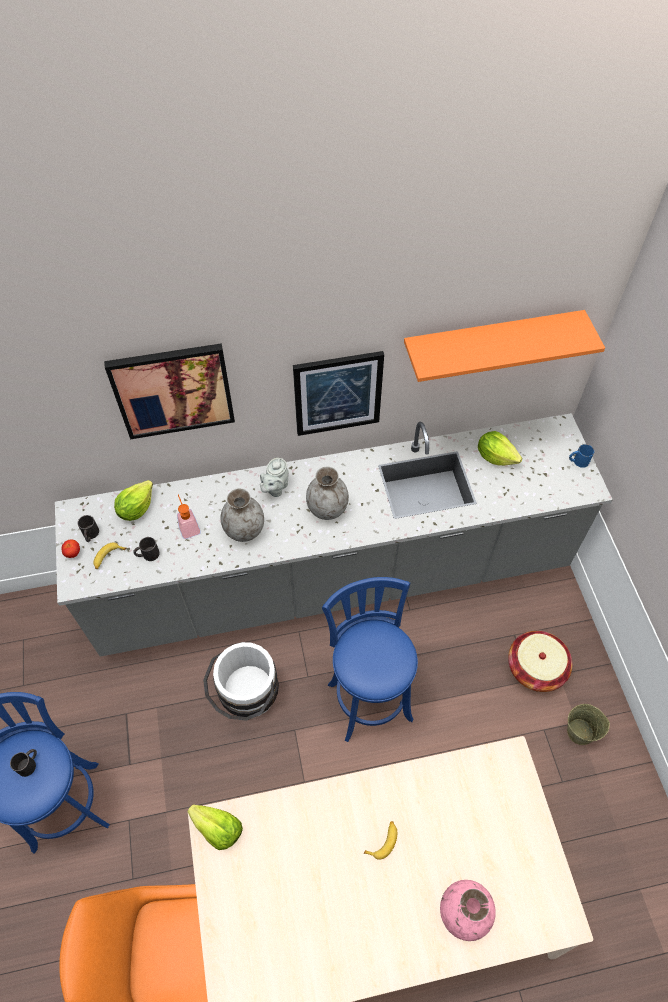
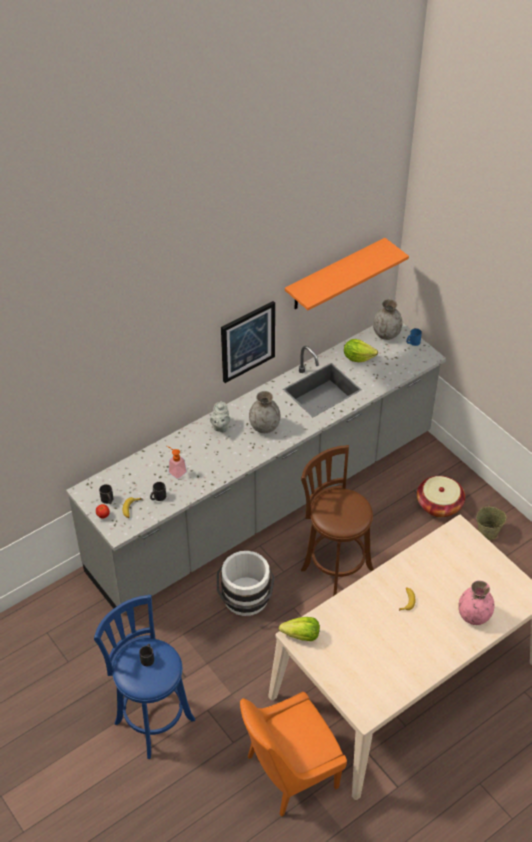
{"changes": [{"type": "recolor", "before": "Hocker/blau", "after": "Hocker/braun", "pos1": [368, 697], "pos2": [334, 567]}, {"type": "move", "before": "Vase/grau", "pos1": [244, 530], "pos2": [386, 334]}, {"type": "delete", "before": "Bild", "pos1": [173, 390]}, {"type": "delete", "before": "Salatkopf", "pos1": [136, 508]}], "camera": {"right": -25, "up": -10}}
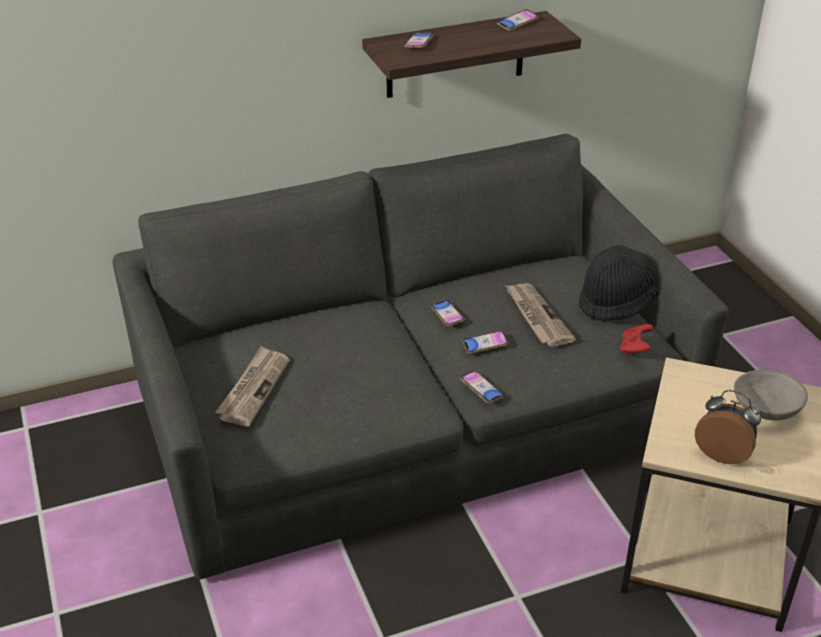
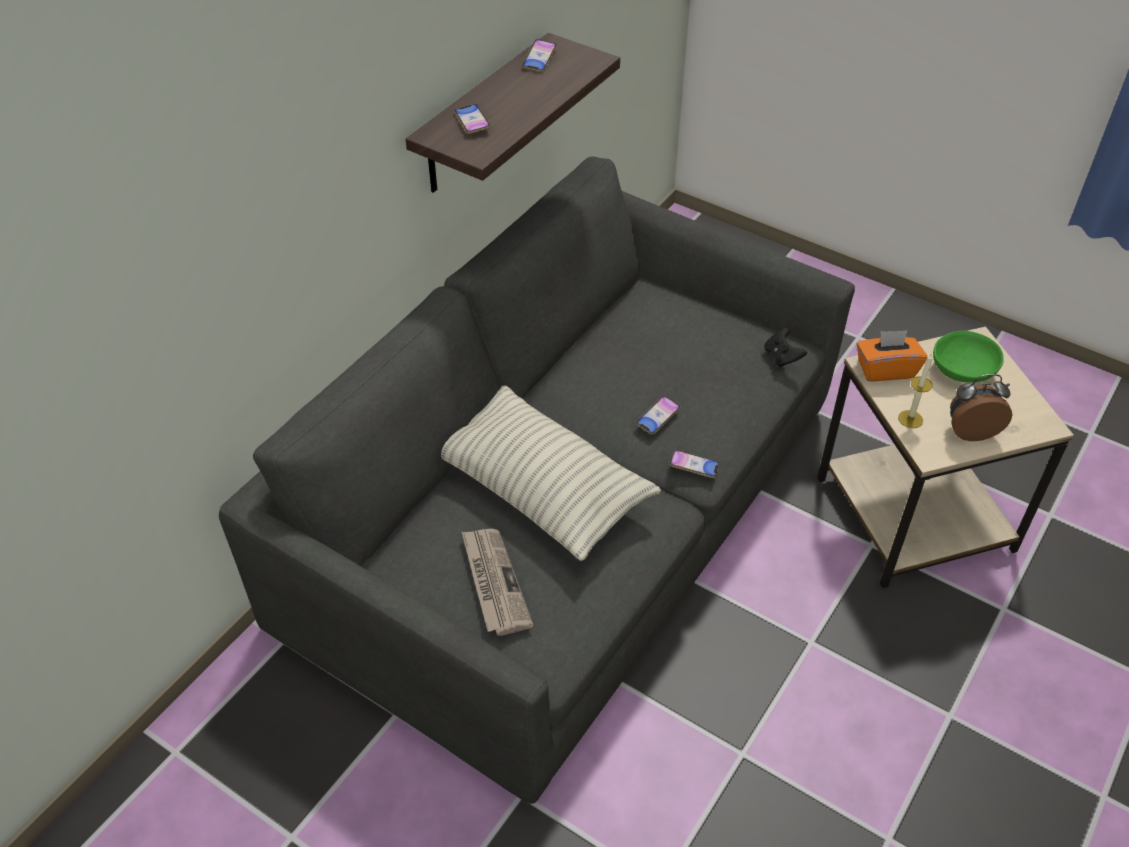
{"changes": [{"type": "insert", "after": "Kissen", "pos2": [541, 488]}, {"type": "recolor", "before": "Gamepad/rot", "after": "Gamepad/schwarz", "pos1": [634, 349], "pos2": [782, 357]}, {"type": "insert", "after": "Taschentuchbox/orange", "pos2": [885, 369]}, {"type": "insert", "after": "Kerze", "pos2": [910, 419]}, {"type": "recolor", "before": "Schüssel/grau", "after": "Schüssel/grün", "pos1": [766, 410], "pos2": [963, 371]}, {"type": "delete", "before": "Handy", "pos1": [447, 315]}, {"type": "delete", "before": "Zeitung", "pos1": [536, 316]}, {"type": "delete", "before": "Hut/schwarz", "pos1": [618, 302]}], "camera": {"right": -35, "up": 10}}
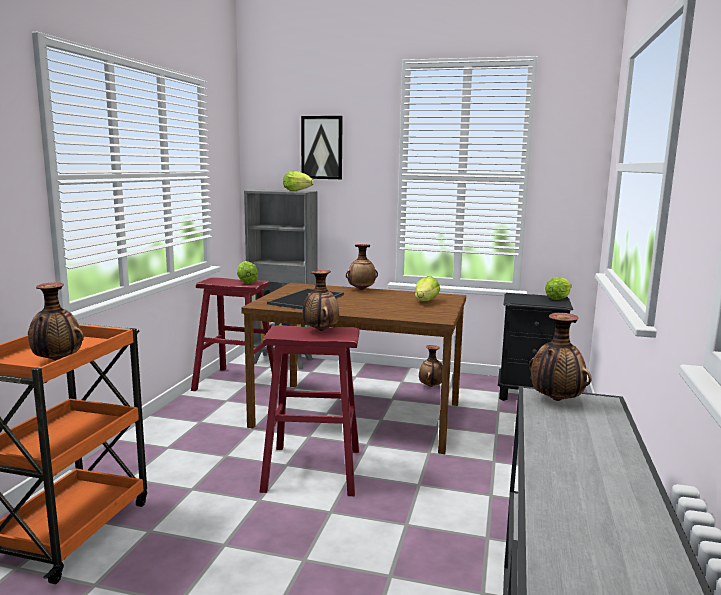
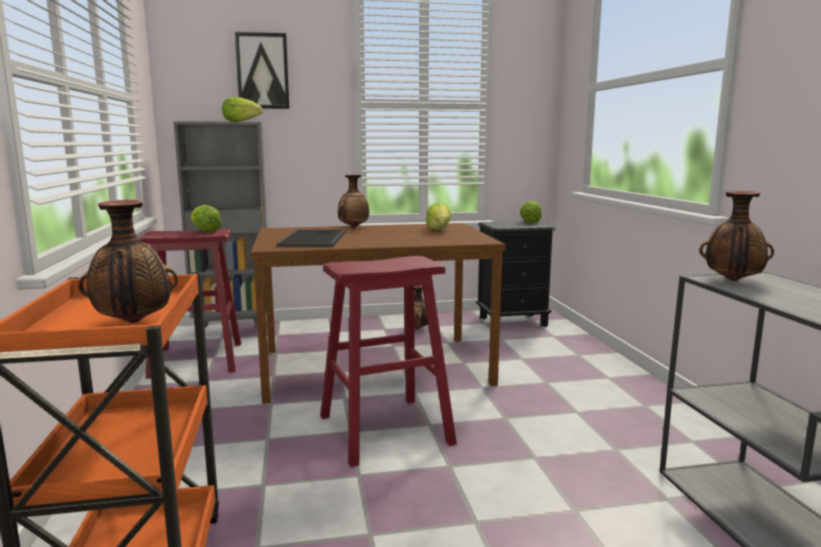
{"changes": [{"type": "delete", "before": "Vase", "pos1": [320, 330]}], "camera": {"right": -25, "up": 0}}
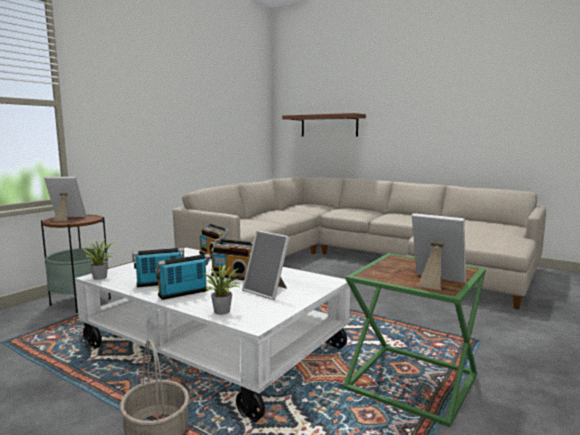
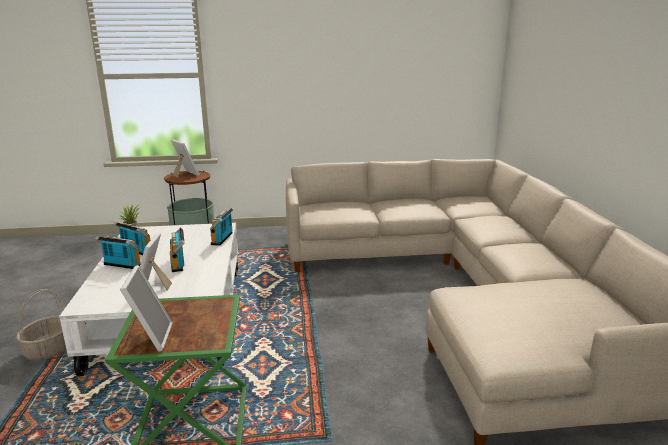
{"changes": [{"type": "delete", "before": "Topfpflanze", "pos1": [223, 312]}, {"type": "delete", "before": "Wandregal/braun", "pos1": [329, 126]}], "camera": {"right": 50, "up": 10}}
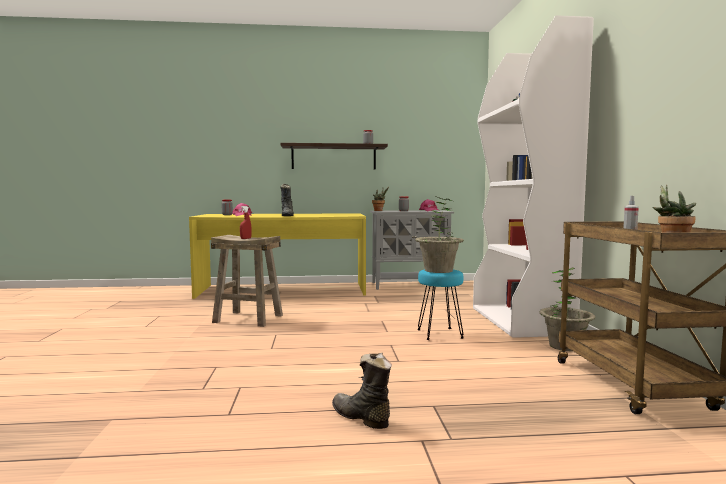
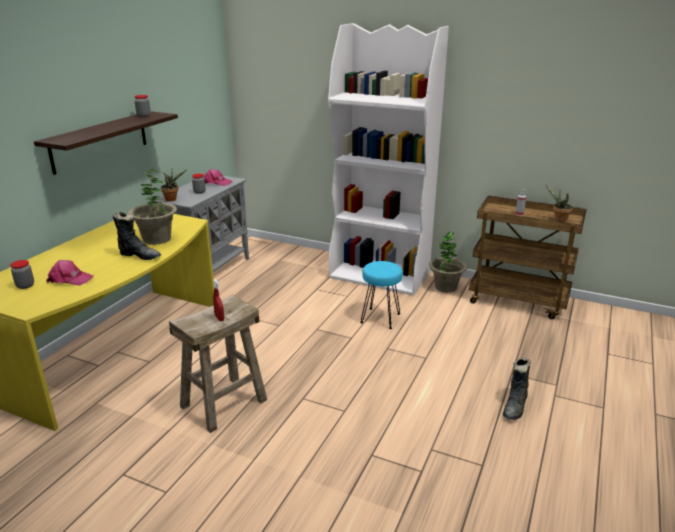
{"changes": [{"type": "move", "before": "Topfpflanze", "pos1": [438, 270], "pos2": [157, 239]}, {"type": "rotate", "before": "Stiefel/schwarz", "pos1": [360, 417], "pos2": [515, 407], "turn": -45}], "camera": {"right": -60, "up": 20}}
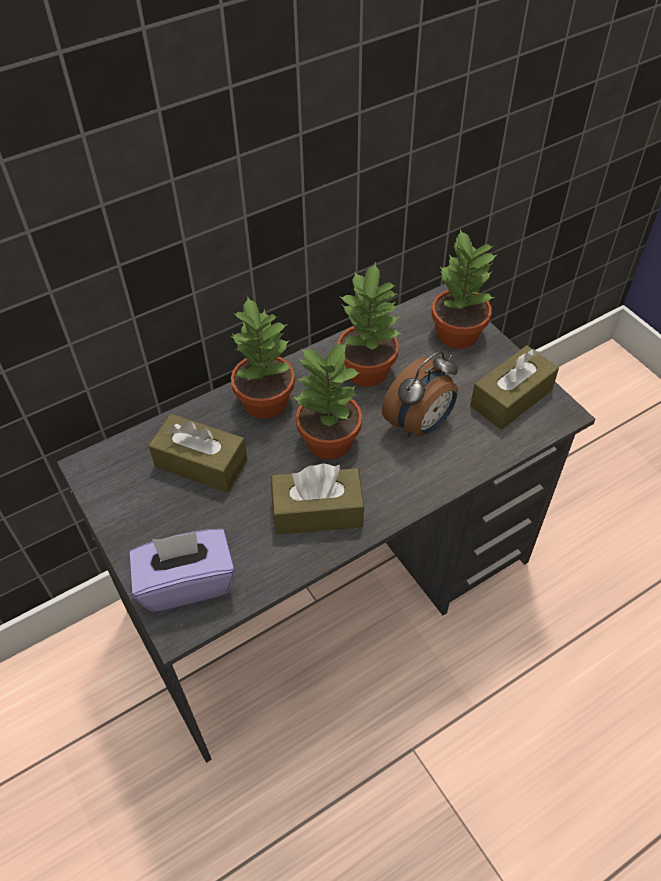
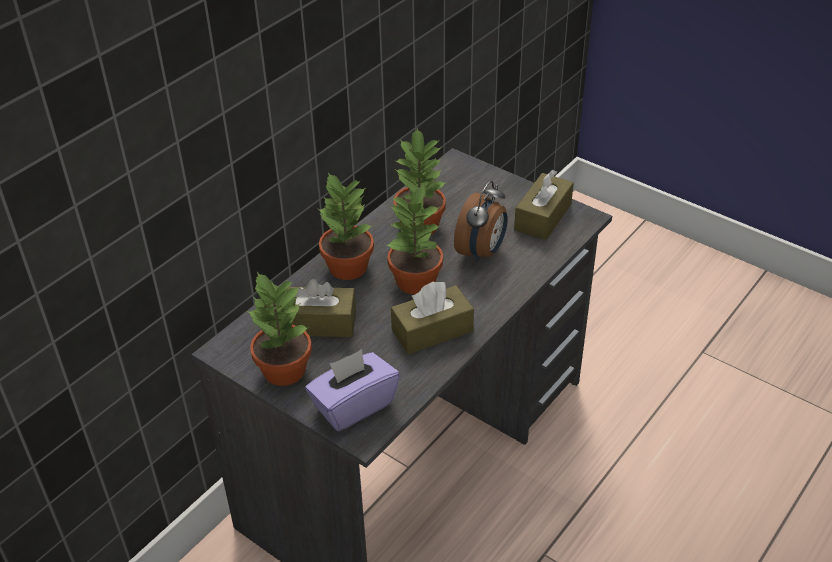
{"changes": [{"type": "move", "before": "Topfpflanze", "pos1": [456, 333], "pos2": [283, 370]}], "camera": {"right": -20, "up": -10}}
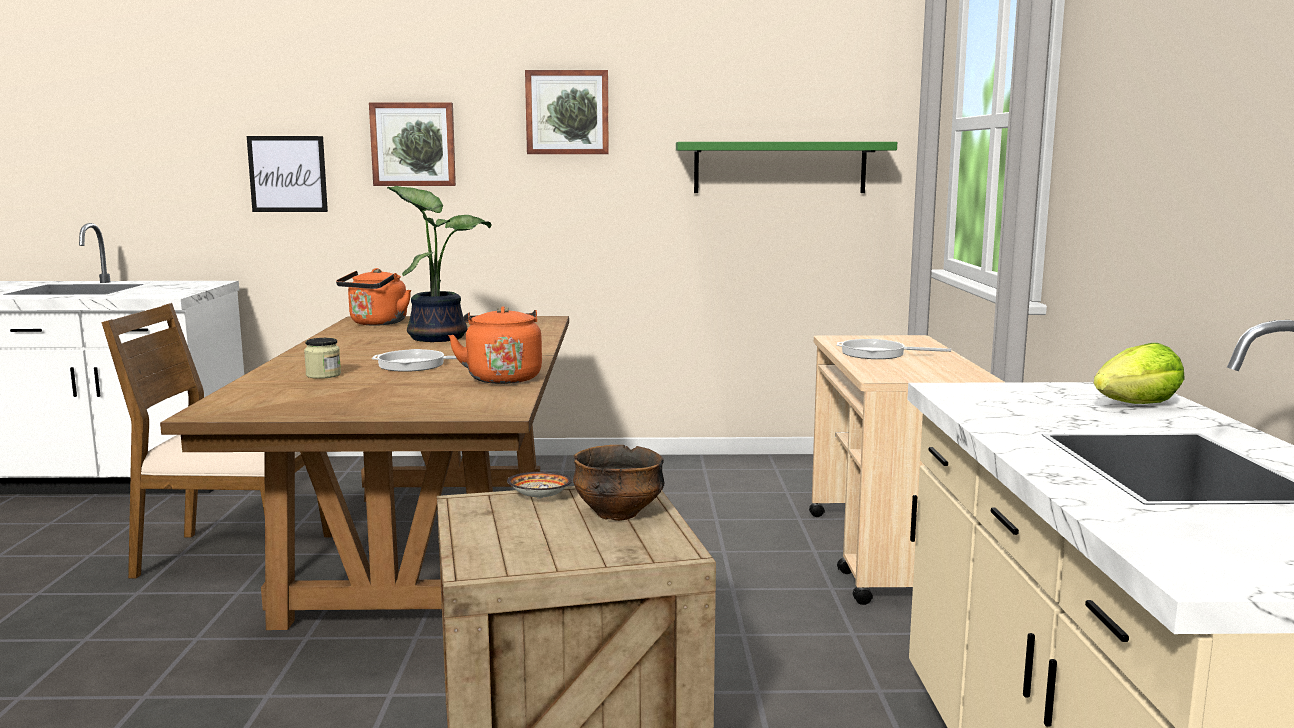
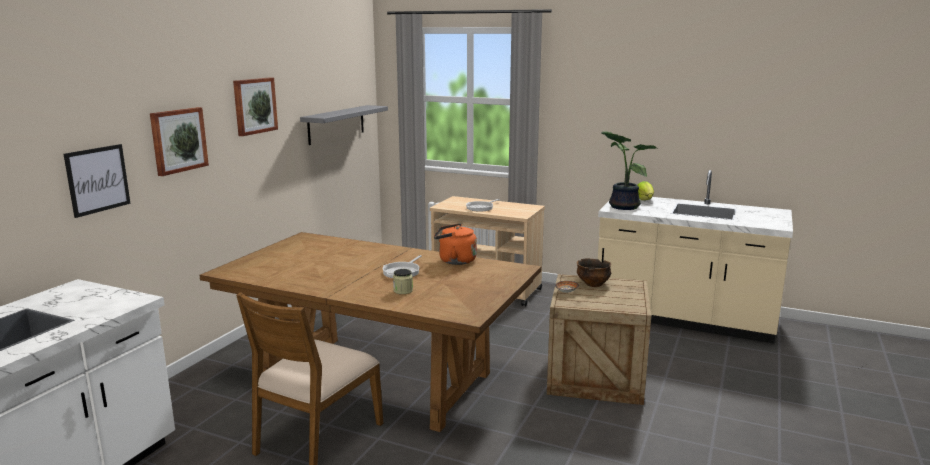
{"changes": [{"type": "recolor", "before": "Wandregal/grün", "after": "Wandregal/grau", "pos1": [780, 167], "pos2": [336, 124]}, {"type": "move", "before": "Topfpflanze", "pos1": [438, 337], "pos2": [622, 206]}, {"type": "delete", "before": "Wasserkessel/orange", "pos1": [377, 323]}], "camera": {"right": -65, "up": 5}}
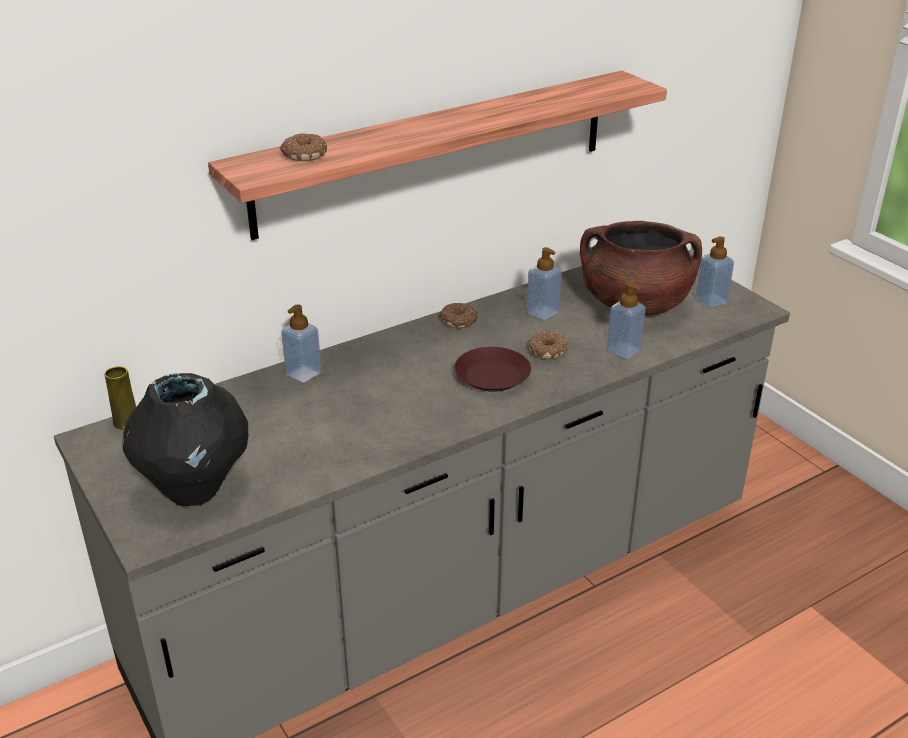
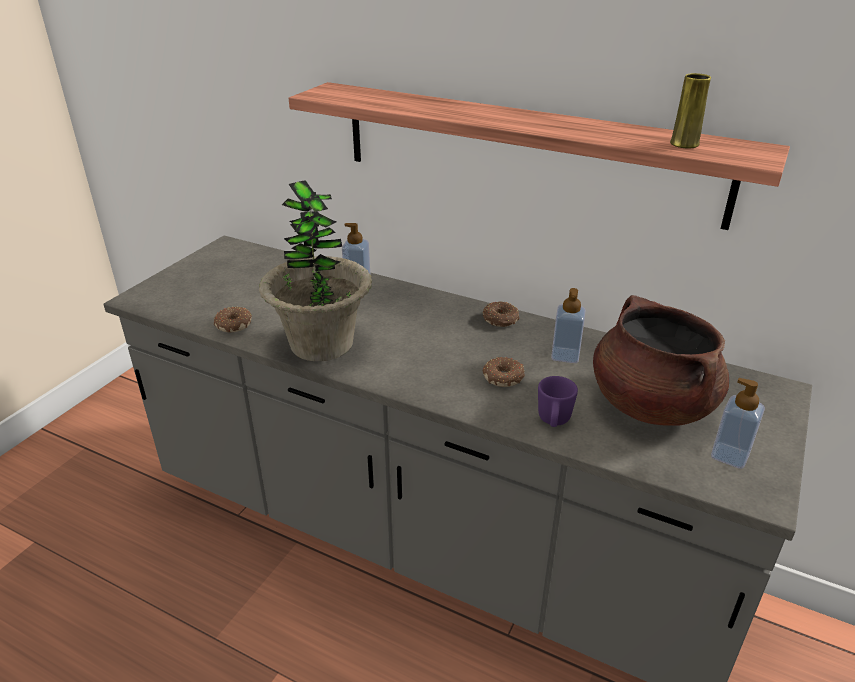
{"changes": [{"type": "move", "before": "Donut", "pos1": [303, 155], "pos2": [233, 324]}, {"type": "insert", "after": "Topfpflanze", "pos2": [321, 344]}, {"type": "replace", "before": "Seifenspender", "after": "Henkelbecher/lila", "pos1": [623, 350], "pos2": [553, 422]}, {"type": "move", "before": "Vase/gelb", "pos1": [126, 422], "pos2": [684, 144]}, {"type": "delete", "before": "Vase/schwarz", "pos1": [195, 488]}, {"type": "delete", "before": "Teller/braun", "pos1": [492, 375]}], "camera": {"right": 60, "up": 0}}
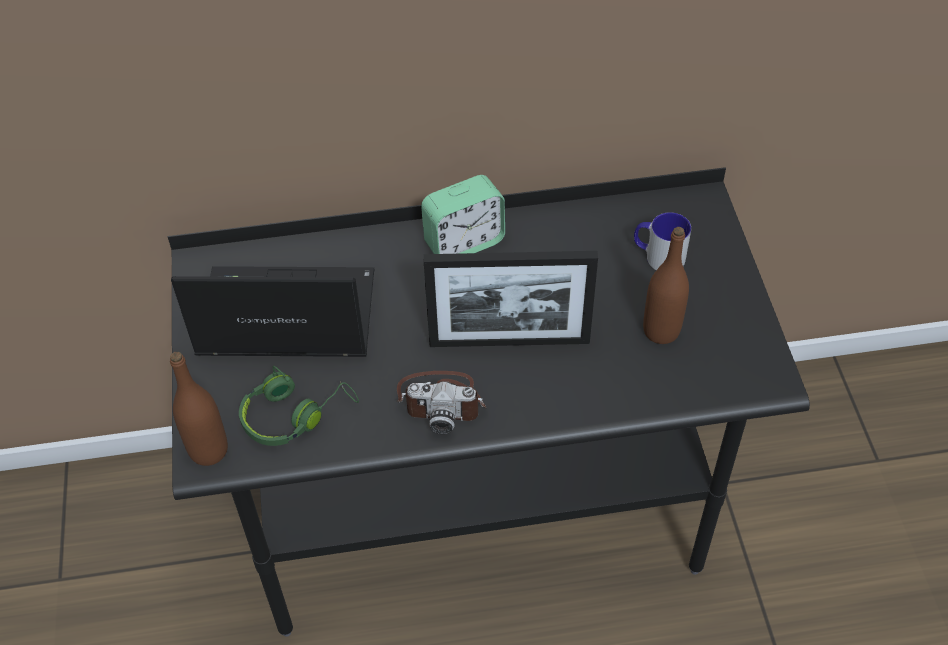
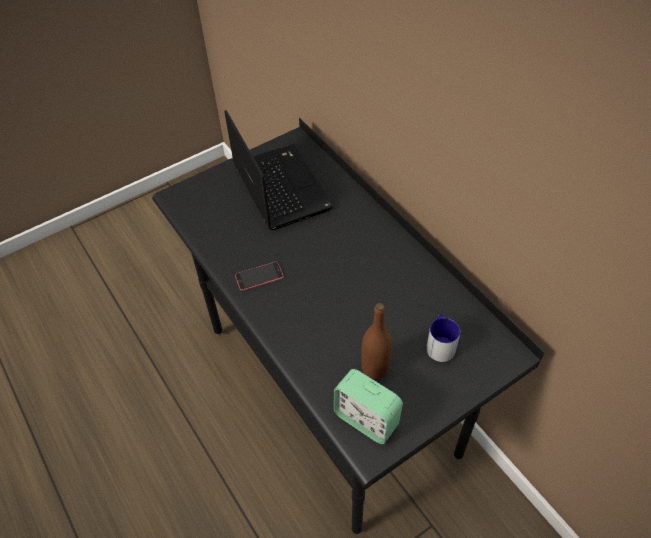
{"changes": [{"type": "replace", "before": "Kamera", "after": "Handy", "pos1": [442, 400], "pos2": [259, 276]}, {"type": "move", "before": "Wecker", "pos1": [464, 243], "pos2": [366, 419]}, {"type": "delete", "before": "Flasche/braun", "pos1": [208, 450]}, {"type": "delete", "before": "Kopfhörer/grün", "pos1": [295, 414]}, {"type": "delete", "before": "Bilderrahmen", "pos1": [509, 341]}], "camera": {"right": 65, "up": 0}}
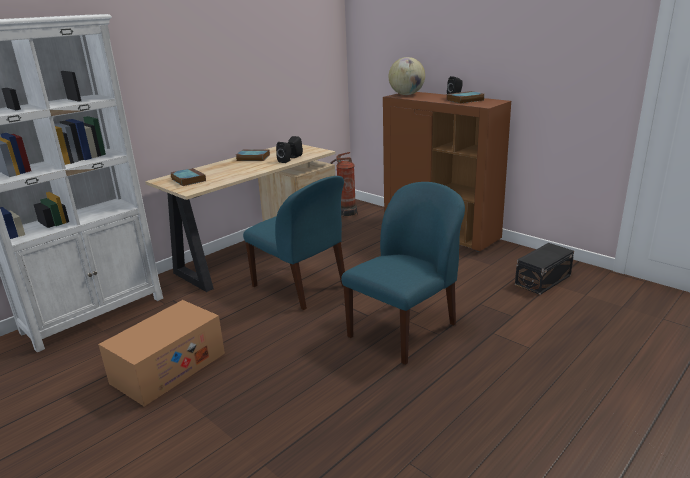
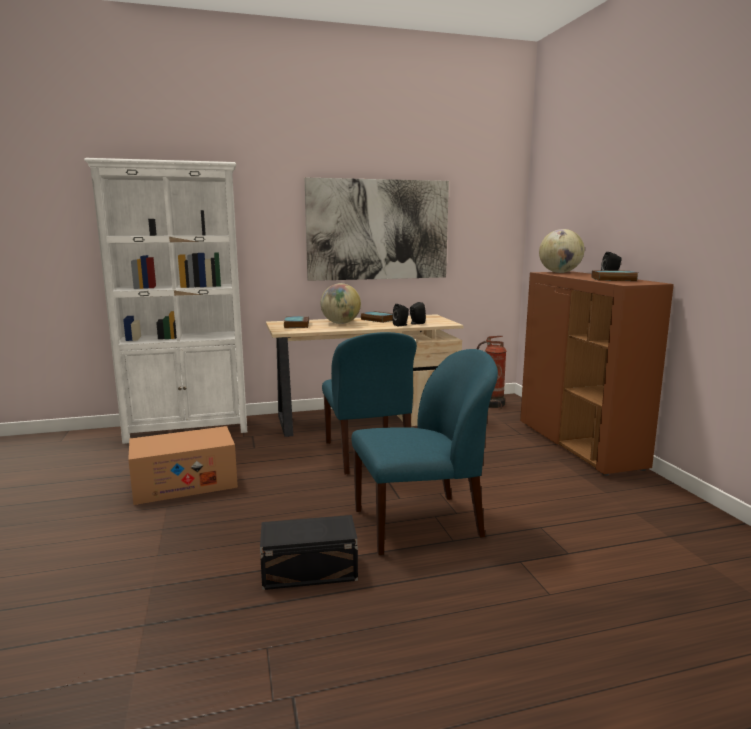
{"changes": [{"type": "move", "before": "Aufbewahrungsbox/schwarz", "pos1": [544, 280], "pos2": [311, 572]}, {"type": "insert", "after": "Bild", "pos2": [378, 230]}, {"type": "insert", "after": "Globus", "pos2": [340, 323]}], "camera": {"right": 30, "up": -10}}
